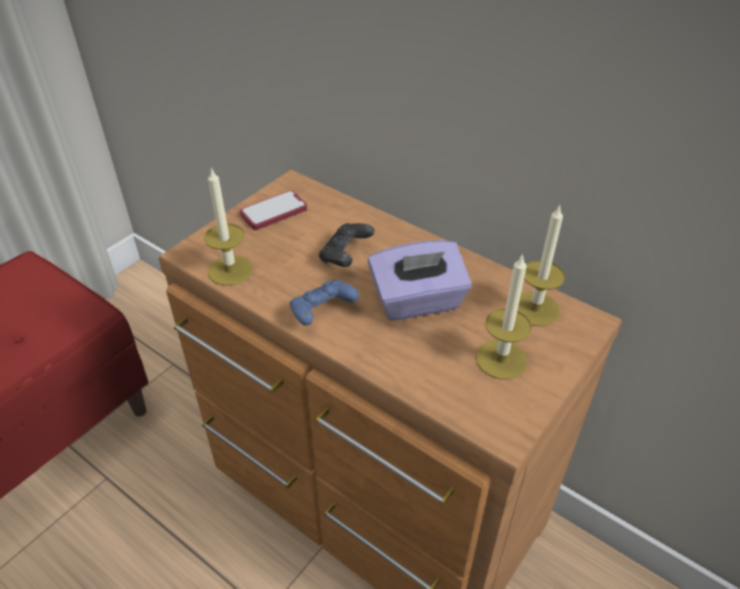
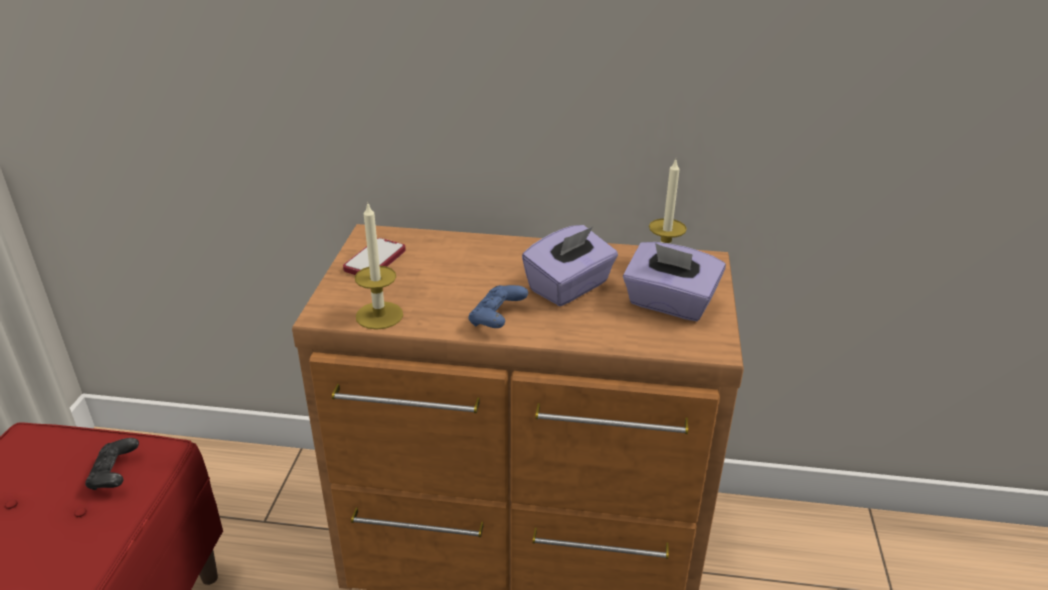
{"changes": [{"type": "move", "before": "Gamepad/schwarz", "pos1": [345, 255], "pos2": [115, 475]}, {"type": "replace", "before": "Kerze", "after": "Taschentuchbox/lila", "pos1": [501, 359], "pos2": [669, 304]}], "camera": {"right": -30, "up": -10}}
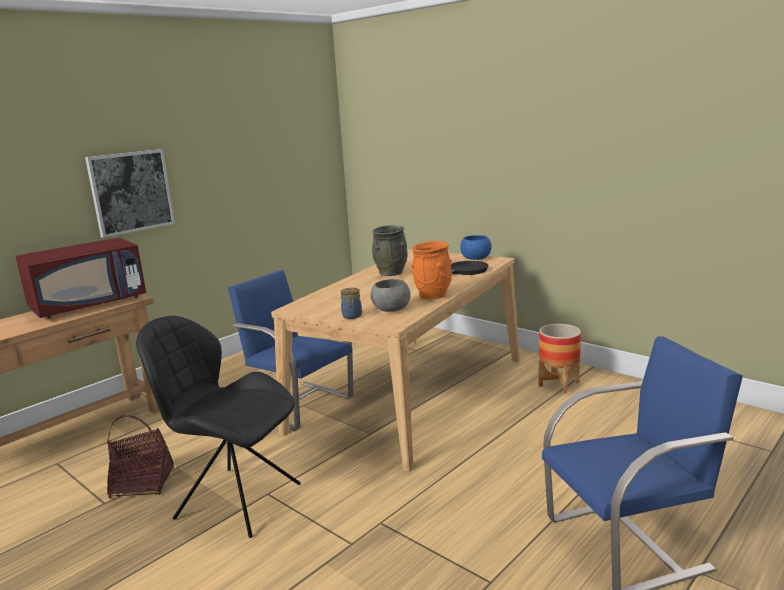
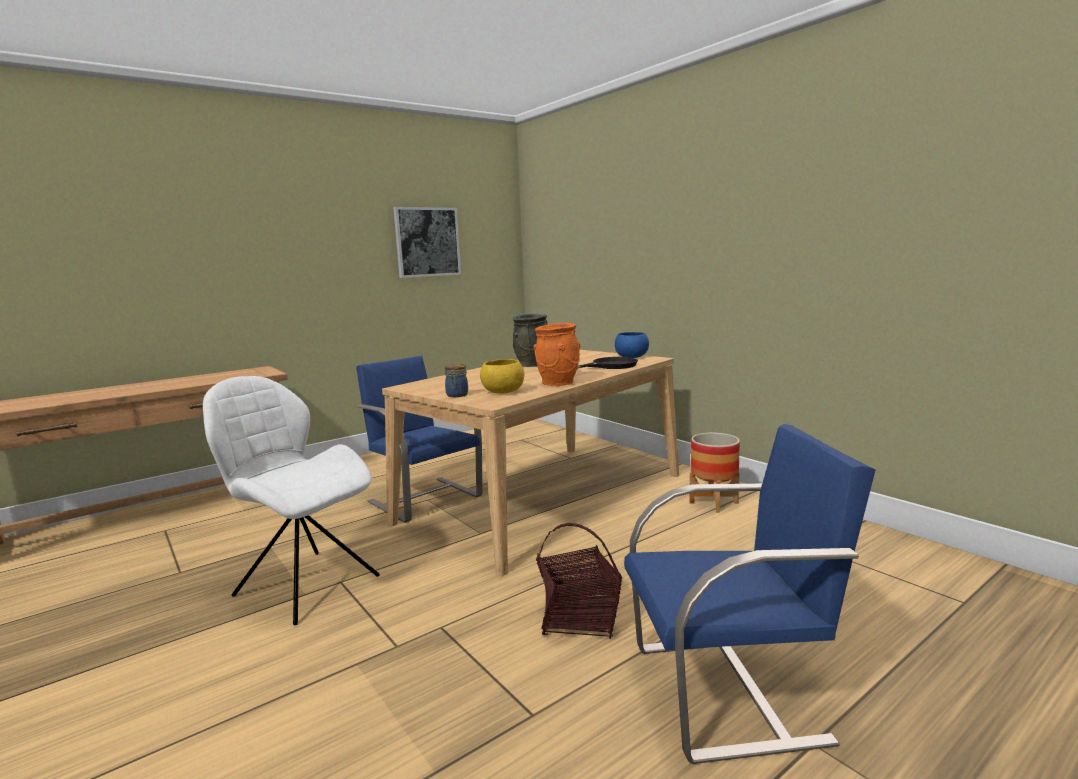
{"changes": [{"type": "recolor", "before": "Stuhl/schwarz", "after": "Stuhl/weiß", "pos1": [235, 500], "pos2": [304, 584]}, {"type": "move", "before": "Bild", "pos1": [131, 192], "pos2": [427, 242]}, {"type": "recolor", "before": "Schüssel/grau", "after": "Schüssel/gelb", "pos1": [391, 309], "pos2": [503, 392]}, {"type": "move", "before": "Korb", "pos1": [143, 483], "pos2": [579, 618]}, {"type": "delete", "before": "Mikrowelle/rot", "pos1": [89, 305]}], "camera": {"right": 10, "up": -5}}
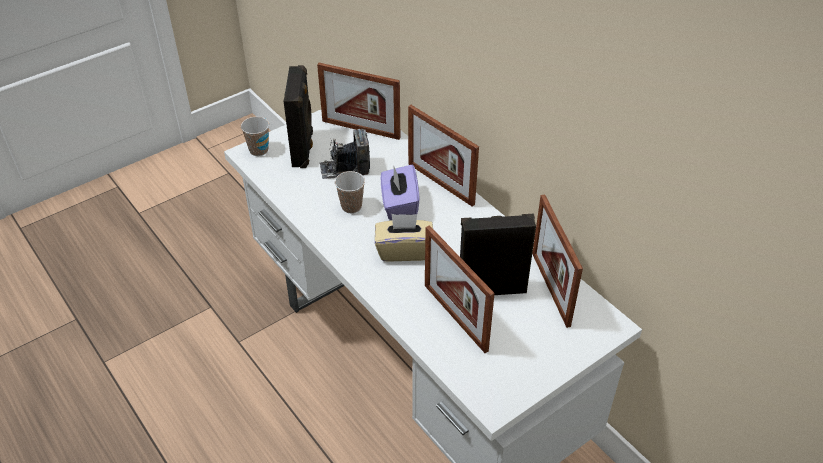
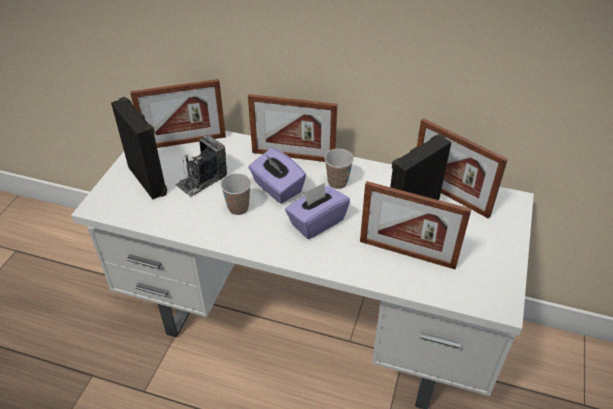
{"changes": [{"type": "recolor", "before": "Taschentuchbox/beige", "after": "Taschentuchbox/lila", "pos1": [404, 250], "pos2": [316, 222]}, {"type": "move", "before": "Tasse", "pos1": [259, 150], "pos2": [337, 182]}], "camera": {"right": -35, "up": 0}}
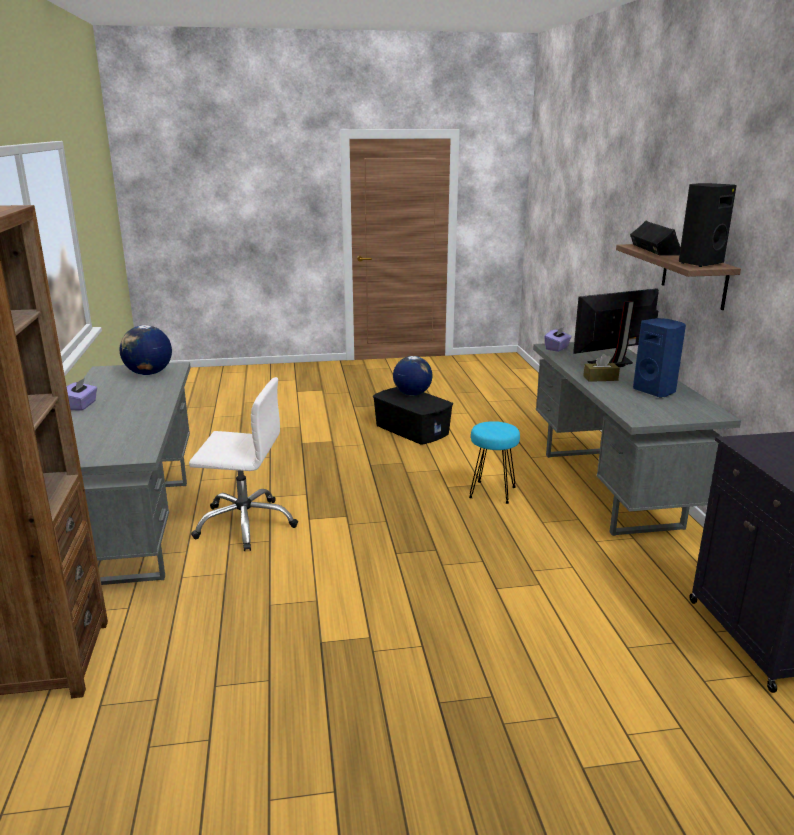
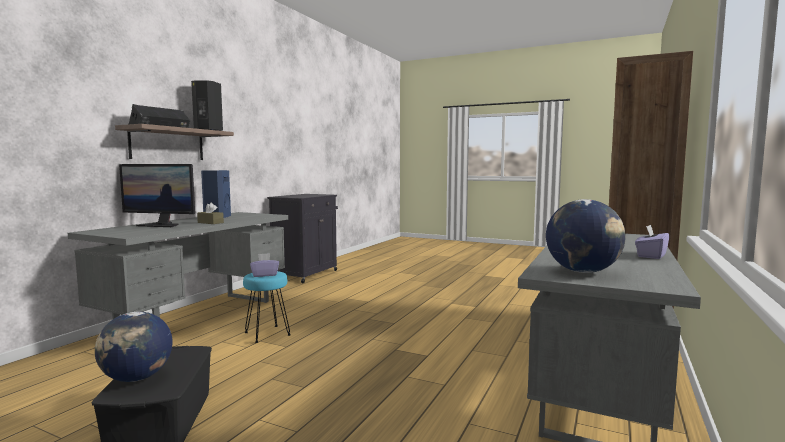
{"changes": [{"type": "move", "before": "Taschentuchbox/lila", "pos1": [557, 348], "pos2": [264, 275]}, {"type": "delete", "before": "Bürostuhl/weiß", "pos1": [245, 524]}], "camera": {"right": -145, "up": -15}}
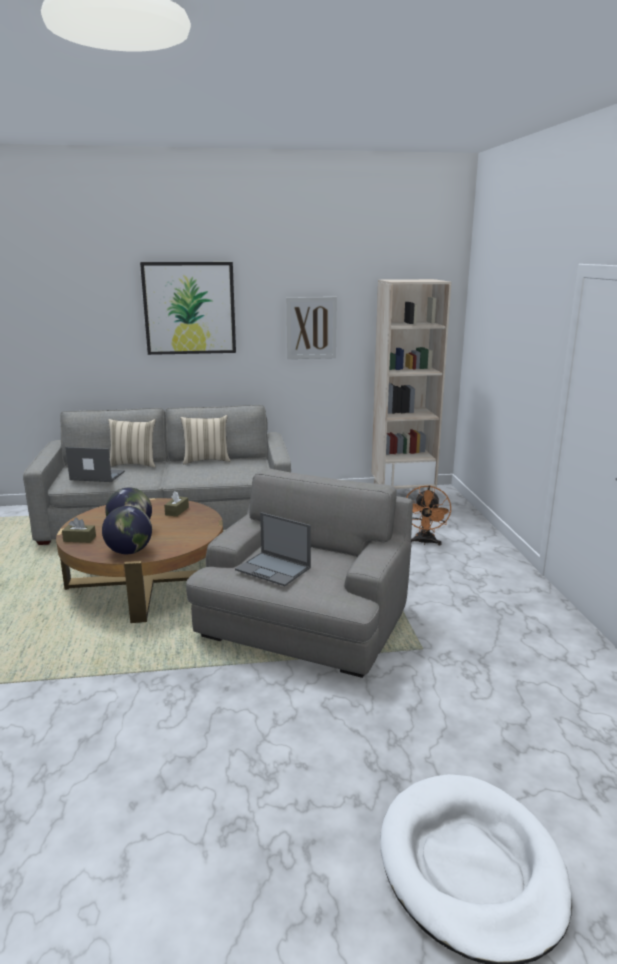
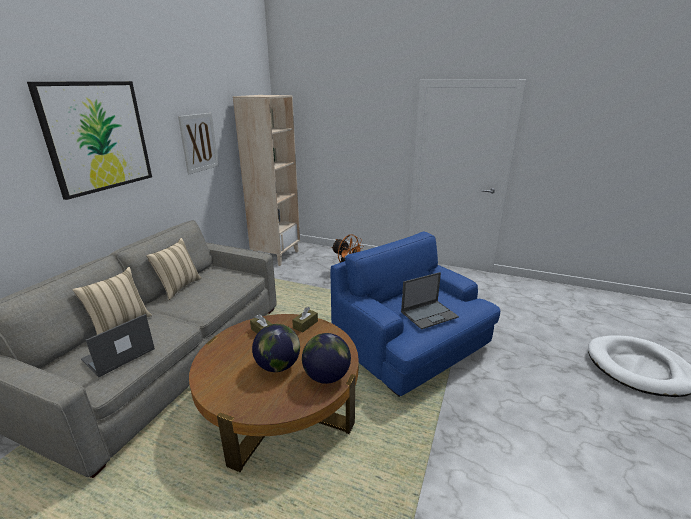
{"changes": [{"type": "move", "before": "Taschentuchbox/braun", "pos1": [79, 539], "pos2": [305, 324]}, {"type": "recolor", "before": "Sessel/grau", "after": "Sessel/blau", "pos1": [304, 624], "pos2": [411, 346]}], "camera": {"right": -60, "up": 5}}
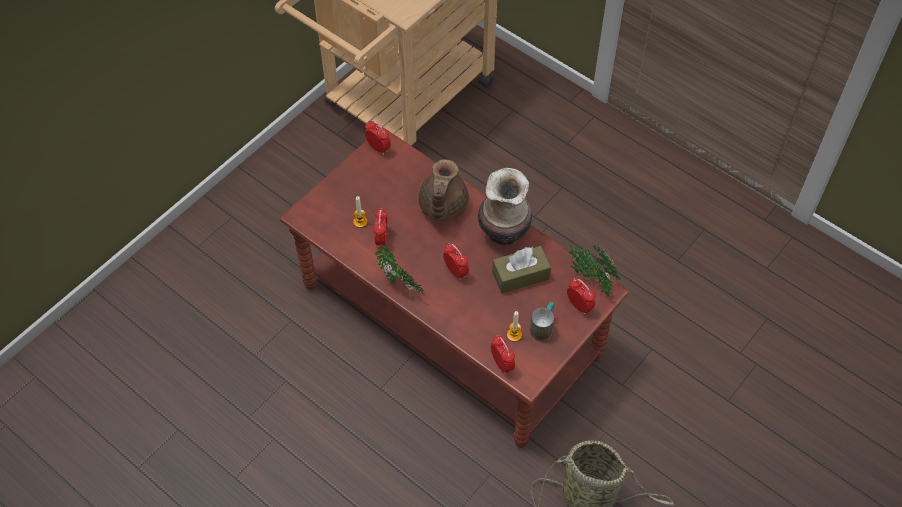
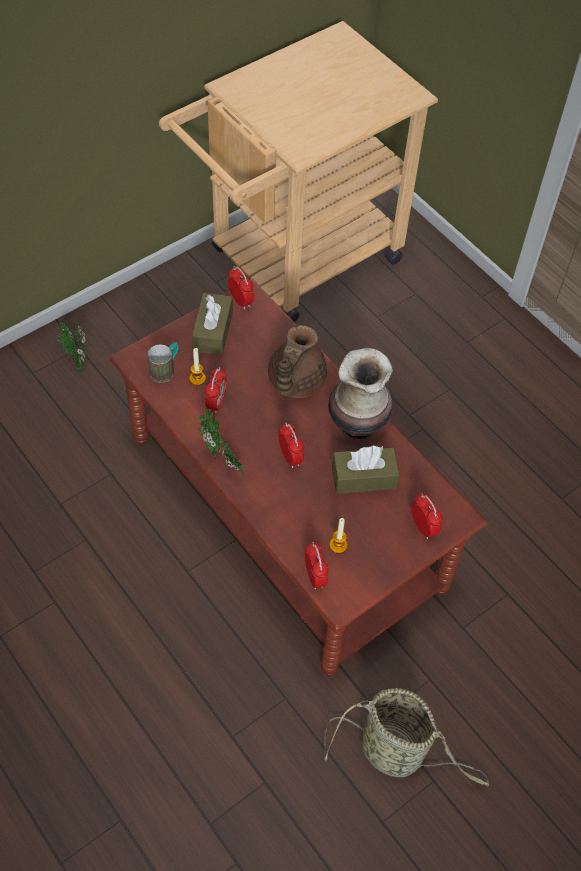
{"changes": [{"type": "move", "before": "Topfpflanze", "pos1": [591, 280], "pos2": [75, 357]}, {"type": "move", "before": "Henkelbecher", "pos1": [543, 327], "pos2": [166, 369]}, {"type": "insert", "after": "Taschentuchbox/braun", "pos2": [213, 331]}], "camera": {"right": 10, "up": 0}}
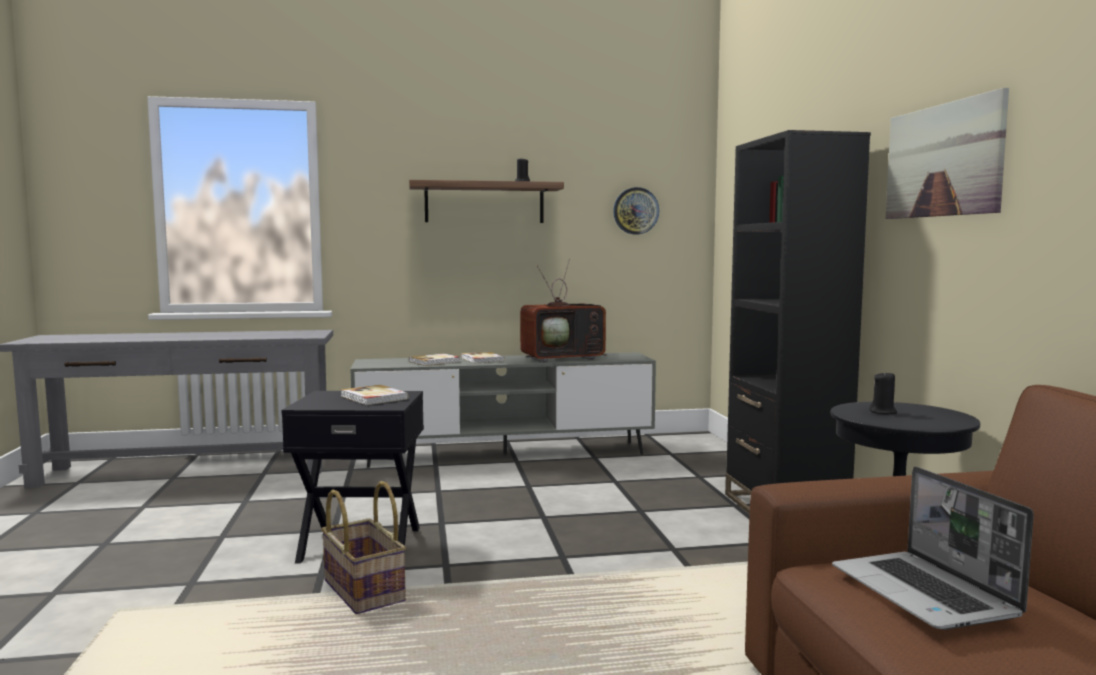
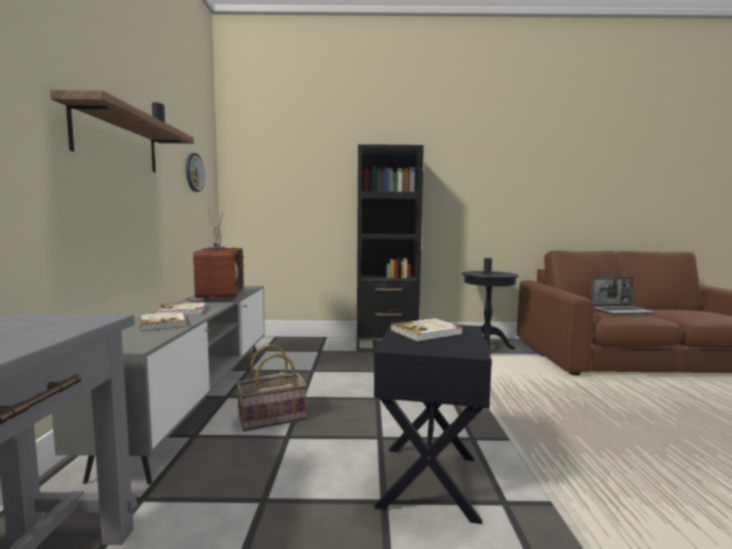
{"changes": [{"type": "move", "before": "Korb", "pos1": [362, 591], "pos2": [272, 419]}, {"type": "delete", "before": "Bild", "pos1": [942, 160]}], "camera": {"right": -80, "up": 0}}
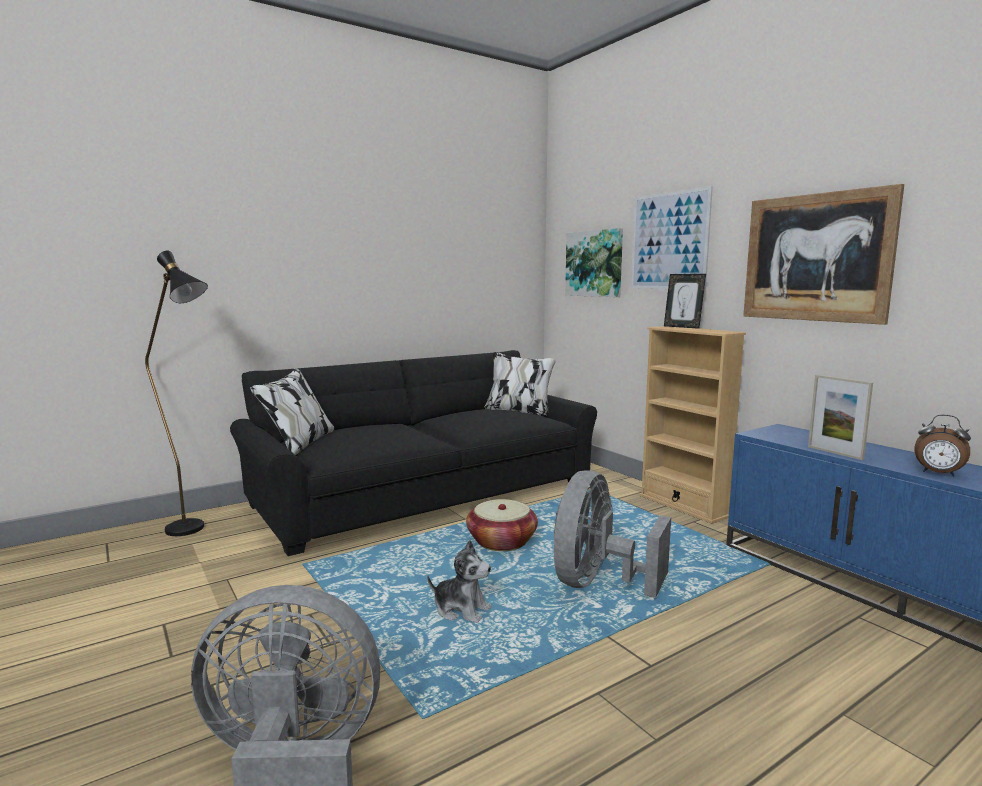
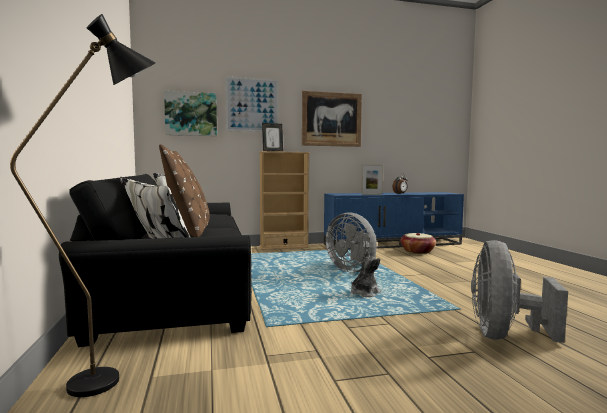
{"changes": [{"type": "insert", "after": "Kissen/braun", "pos2": [188, 231]}, {"type": "move", "before": "Korb", "pos1": [501, 541], "pos2": [417, 251]}], "camera": {"right": -70, "up": -5}}
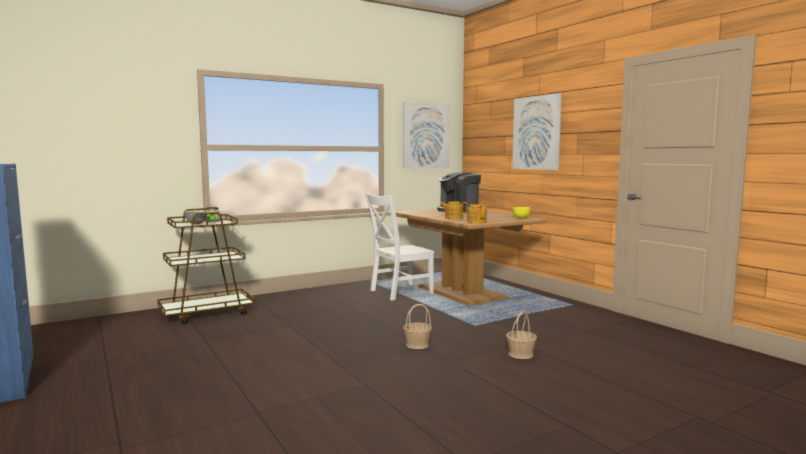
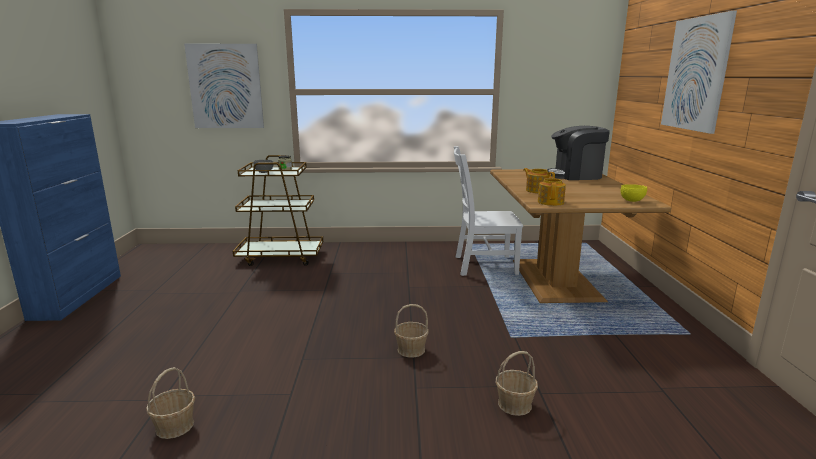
{"changes": [{"type": "insert", "after": "Korb", "pos2": [175, 426]}, {"type": "move", "before": "Bild", "pos1": [426, 136], "pos2": [225, 86]}], "camera": {"right": 30, "up": 10}}
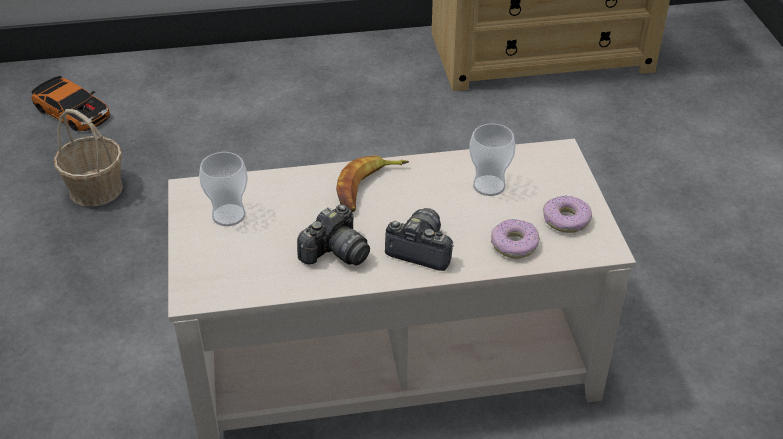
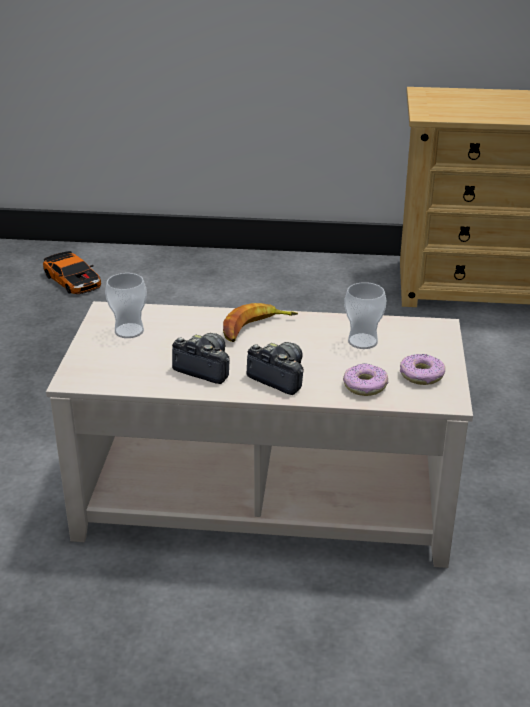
{"changes": [{"type": "rotate", "before": "Kamera", "pos1": [335, 252], "pos2": [205, 368], "turn": -120}, {"type": "delete", "before": "Korb", "pos1": [96, 189]}], "camera": {"right": 15, "up": -10}}
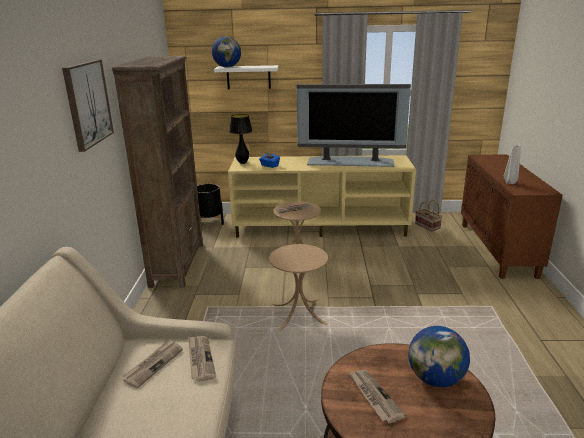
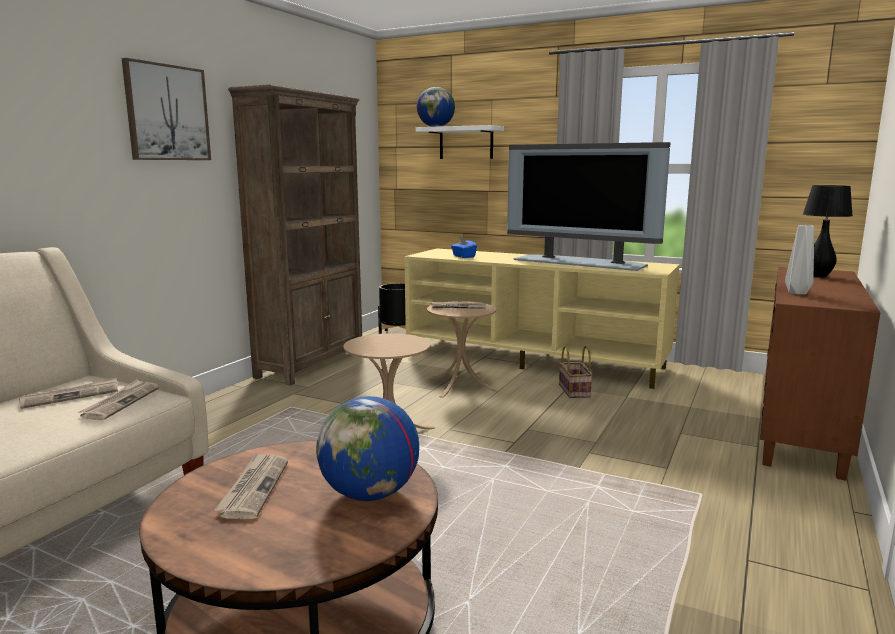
{"changes": [{"type": "move", "before": "Korb", "pos1": [428, 226], "pos2": [575, 391]}, {"type": "move", "before": "Tischlampe/schwarz", "pos1": [242, 163], "pos2": [818, 276]}], "camera": {"right": 25, "up": -10}}
